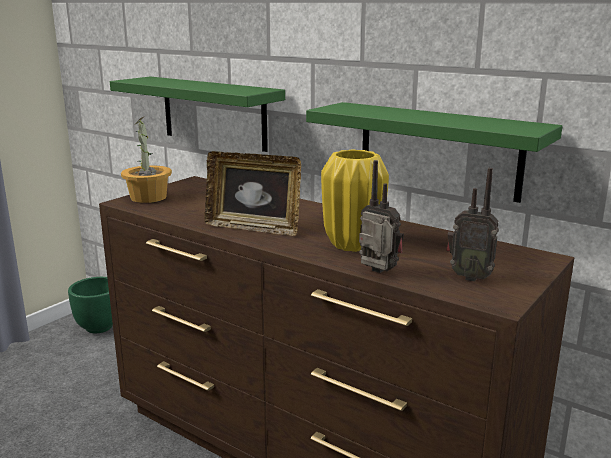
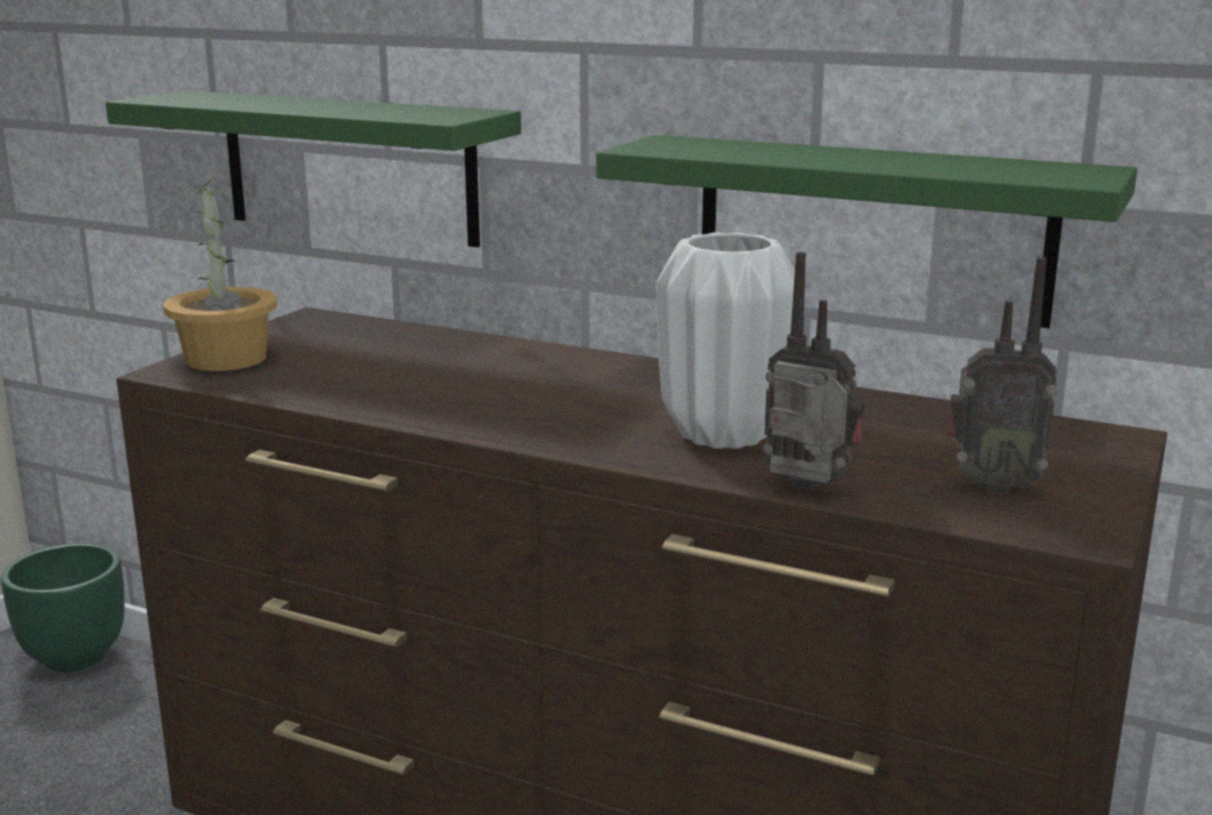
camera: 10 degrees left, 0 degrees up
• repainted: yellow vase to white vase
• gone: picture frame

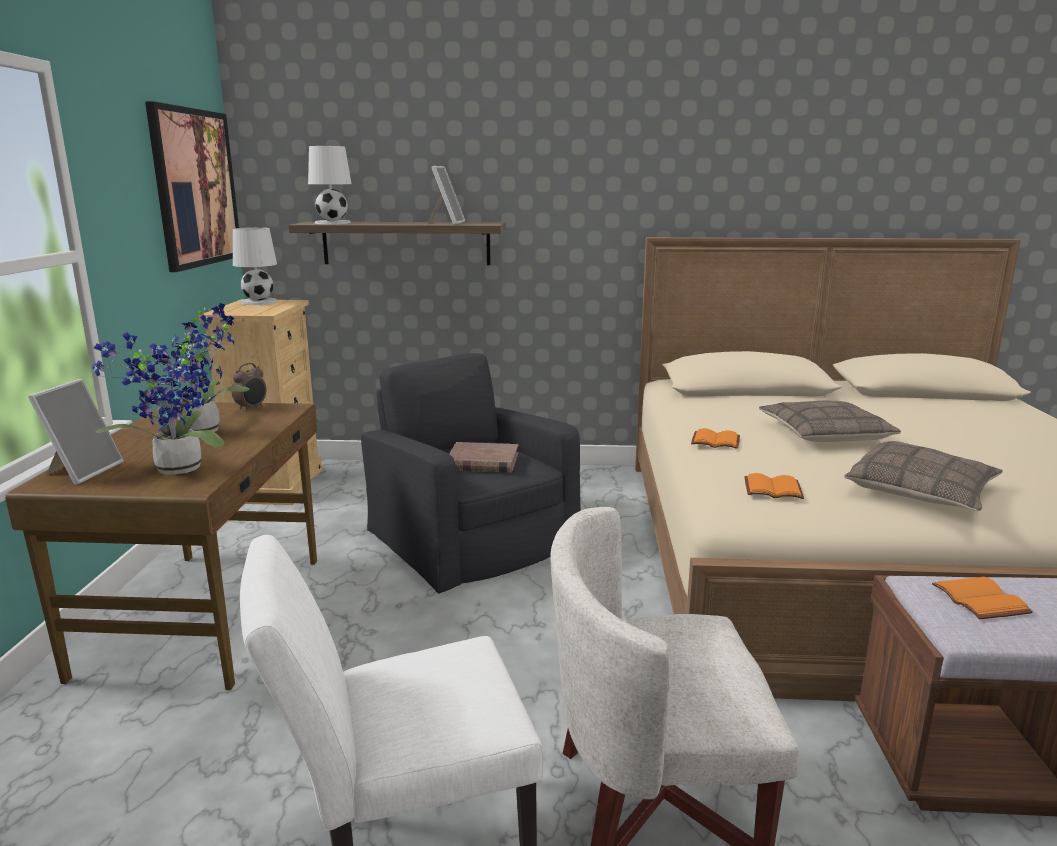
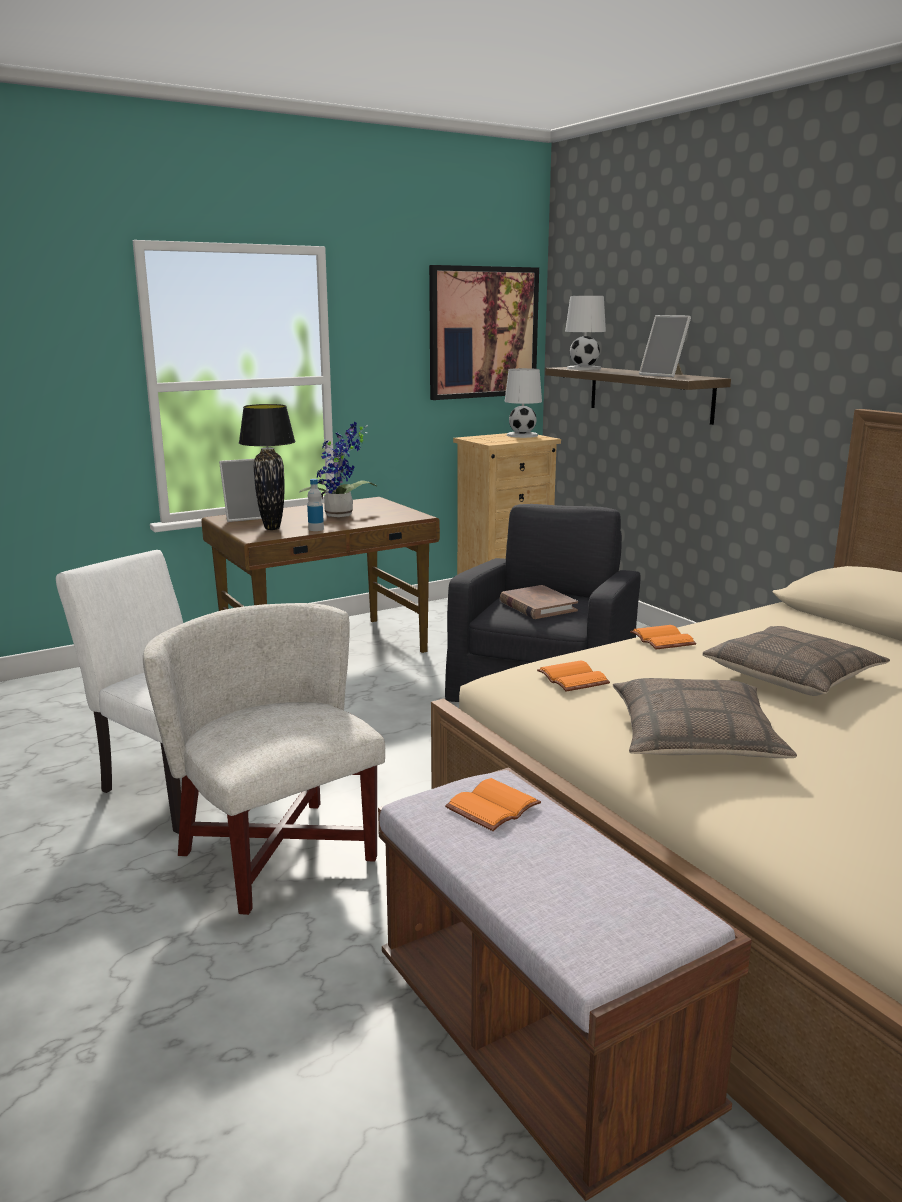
camera: 55 degrees right, 0 degrees up
• swapped: potted plant (no. 1 from left) to black table lamp
• new: bottle
• rotated: picture frame (no. 2 from left) 75 degrees clockwise
• gone: alarm clock

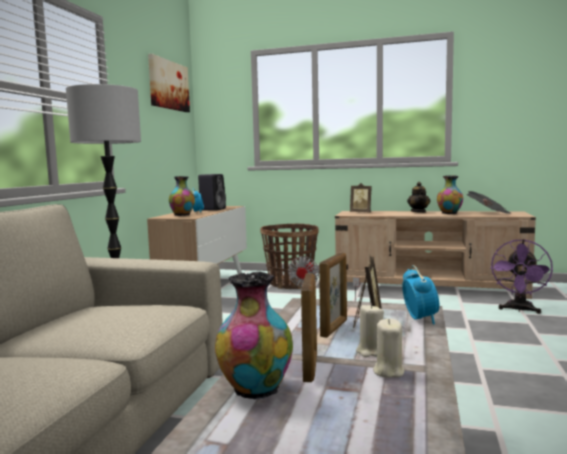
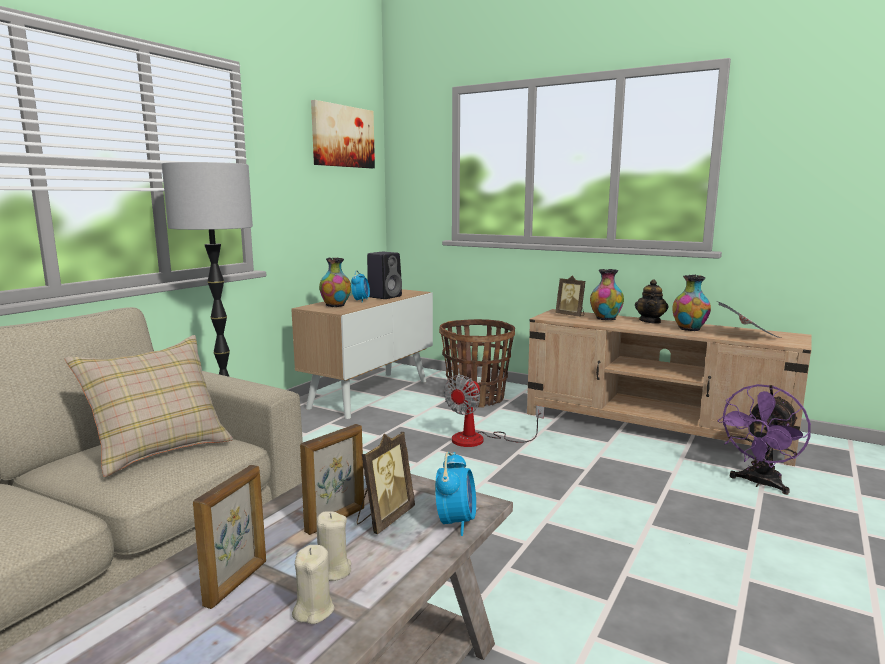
camera: 15 degrees right, 5 degrees up
• new: beige pillow
• shifted: vase (no. 2 from left)

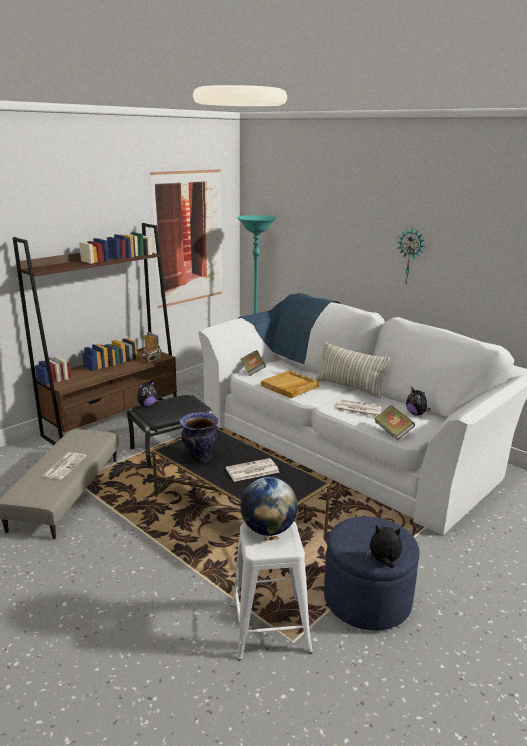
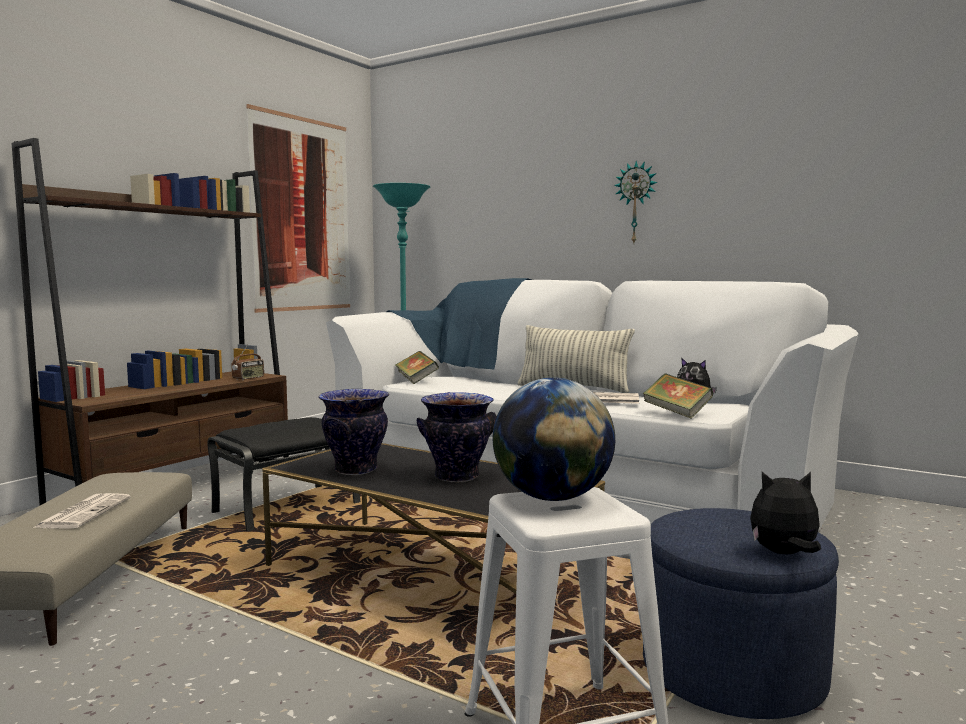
camera: 10 degrees left, 15 degrees down
• swapped: newspaper (no. 2 from left) to vase (no. 2 from left)
• gone: plush toy (no. 1 from left)
• gone: beige tray

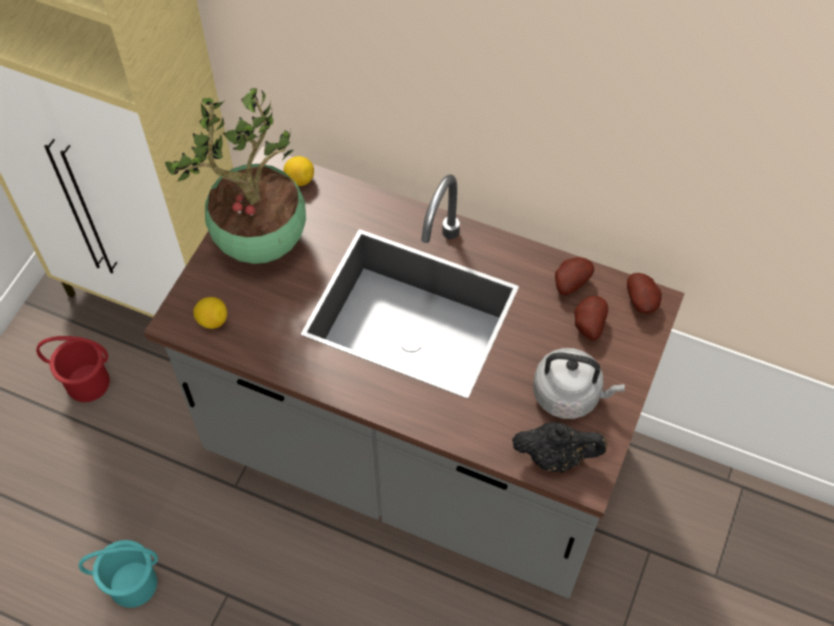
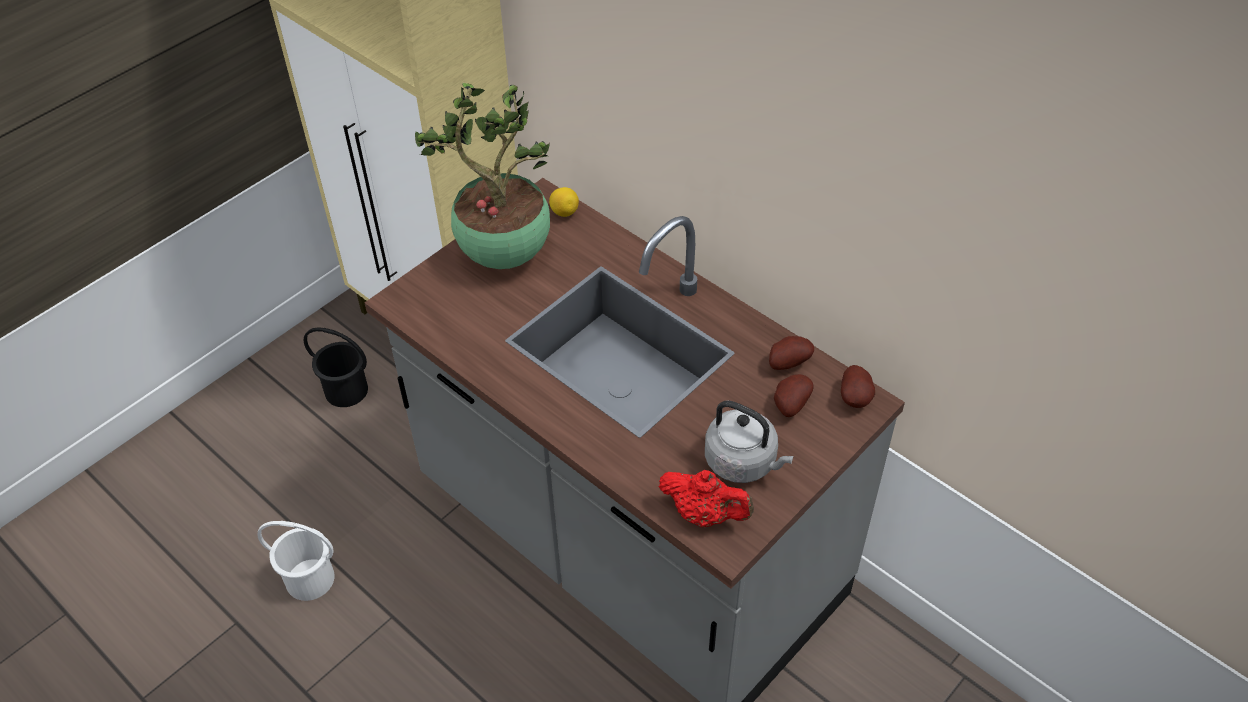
camera: 20 degrees right, 10 degrees down
• repainted: turquoise bucket to white bucket
• repainted: red bucket to black bucket
• repainted: black teapot to red teapot
• gone: lemon (no. 1 from left)

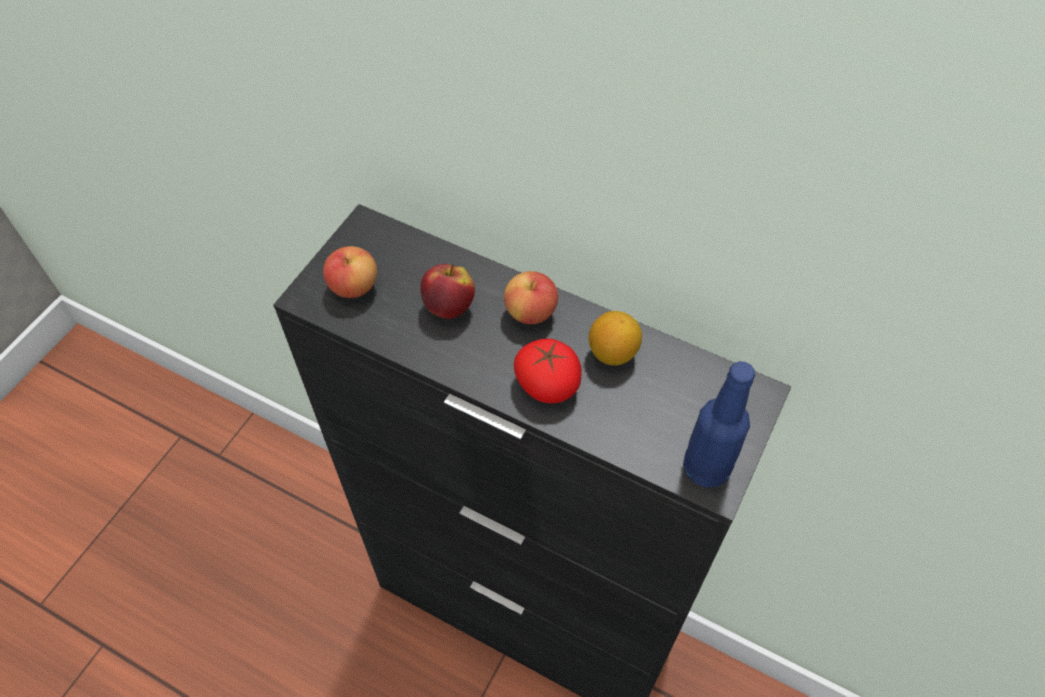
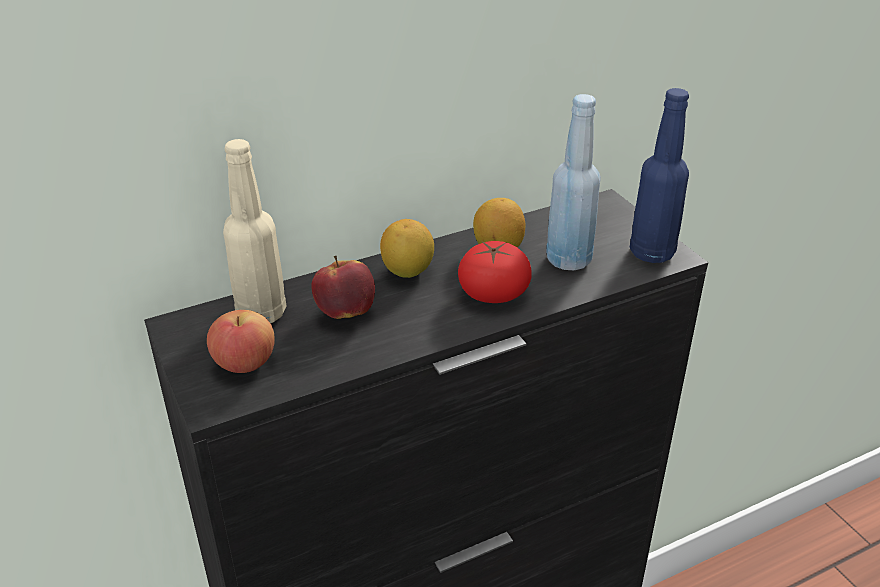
camera: 55 degrees left, 20 degrees down
• new: beige bottle
• swapped: apple (no. 3 from left) to lemon (no. 1 from left)
• new: blue bottle (no. 1 from left)

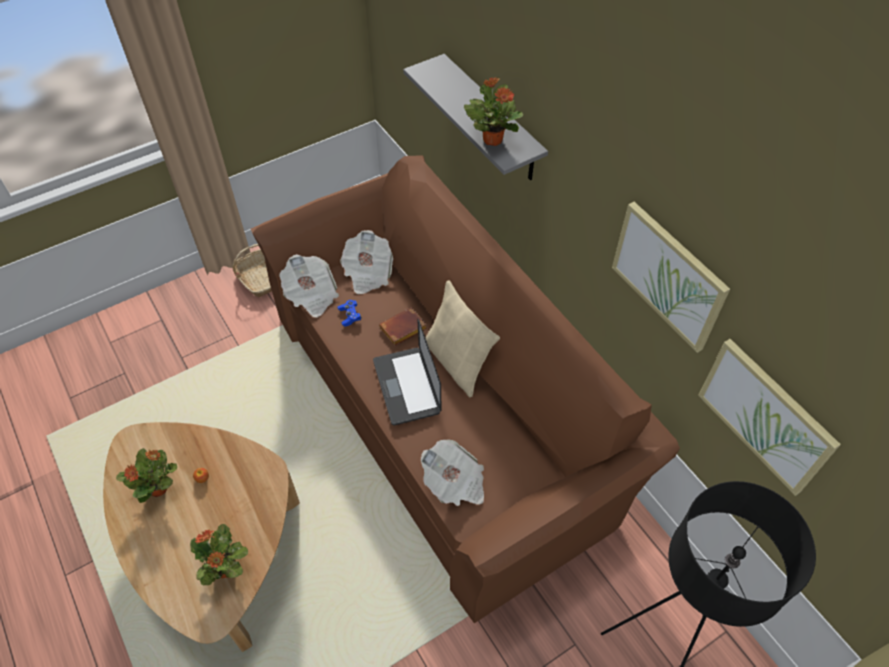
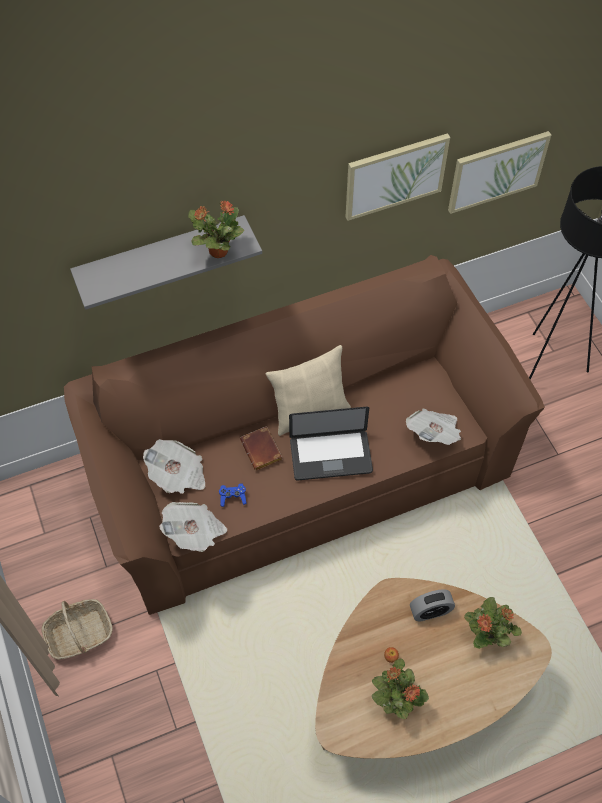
camera: 80 degrees left, 5 degrees up
• new: alarm clock

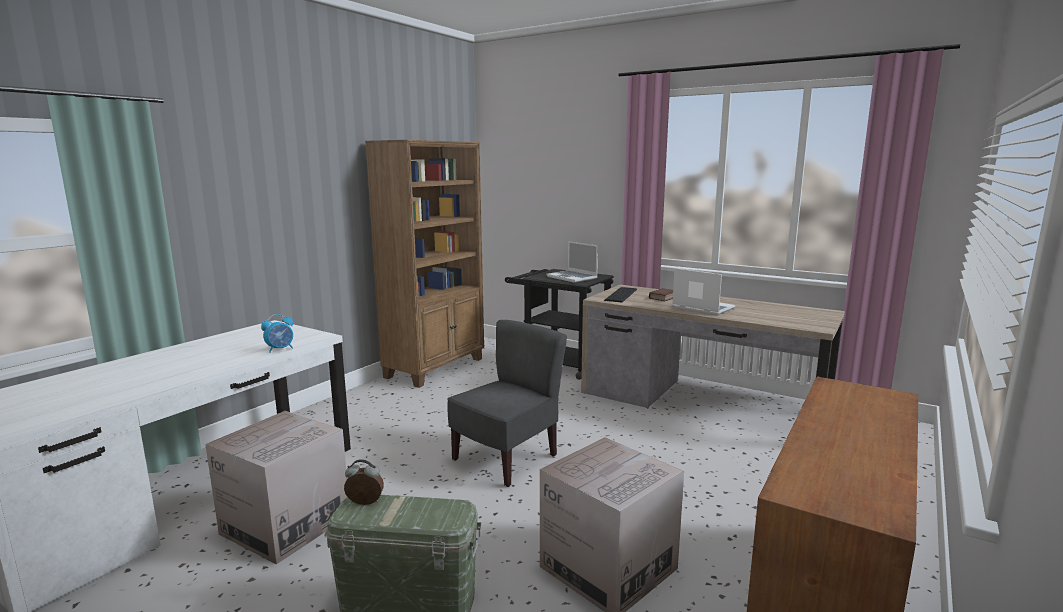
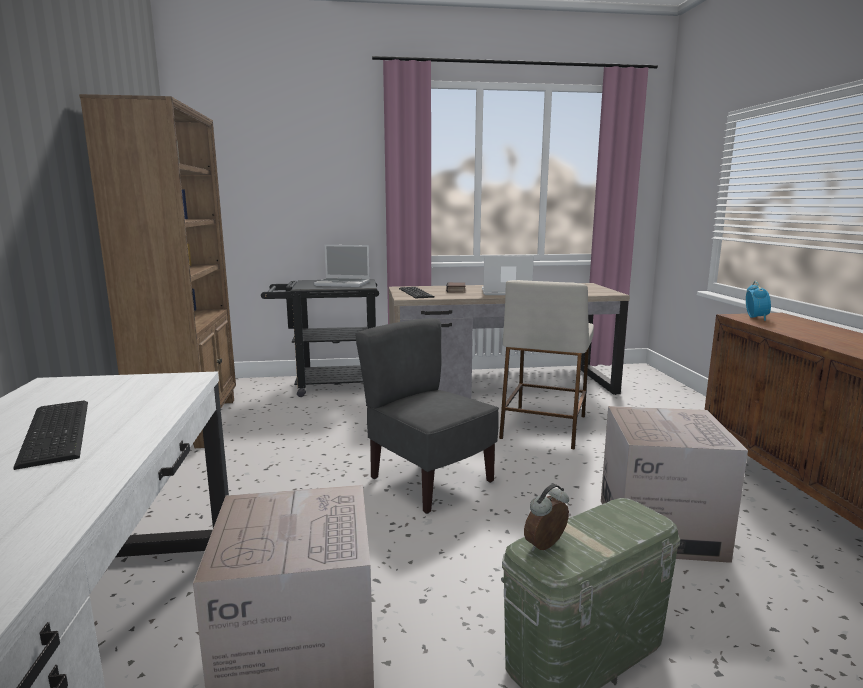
camera: 40 degrees left, 0 degrees up
• new: keyboard (no. 1 from left)
• rotated: grey chair 45 degrees counterclockwise
• new: beige stool
• shifted: alarm clock (no. 1 from left in the first image) to alarm clock (no. 2 from left)

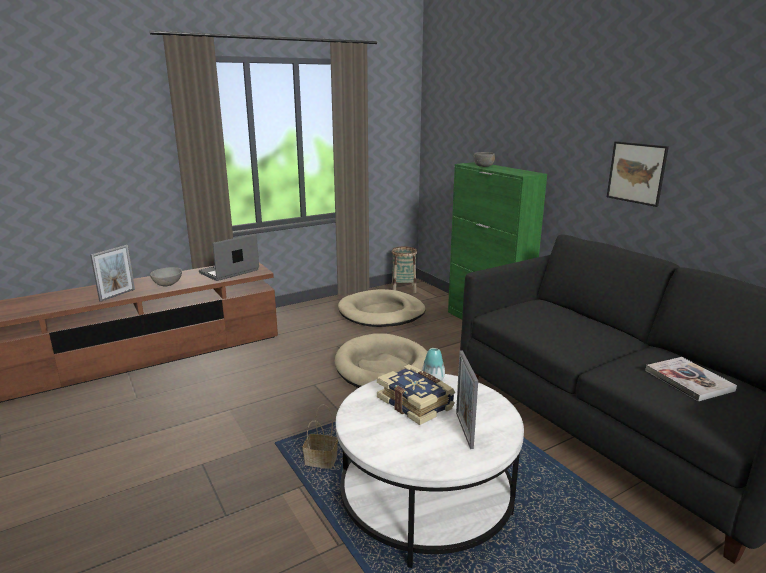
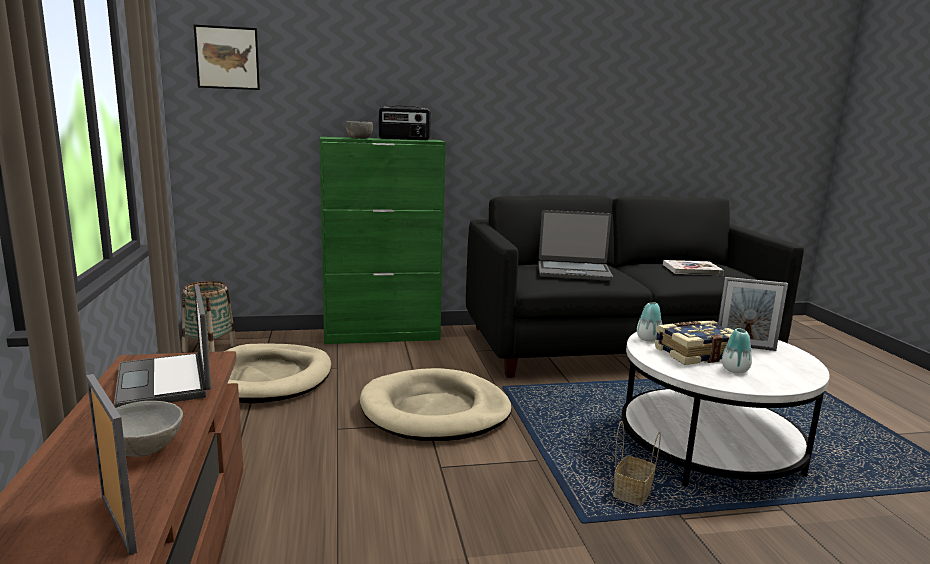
camera: 70 degrees left, 5 degrees down
• shifted: picture
• new: radio
• new: laptop (no. 2 from left)
• new: vase (no. 2 from left)

